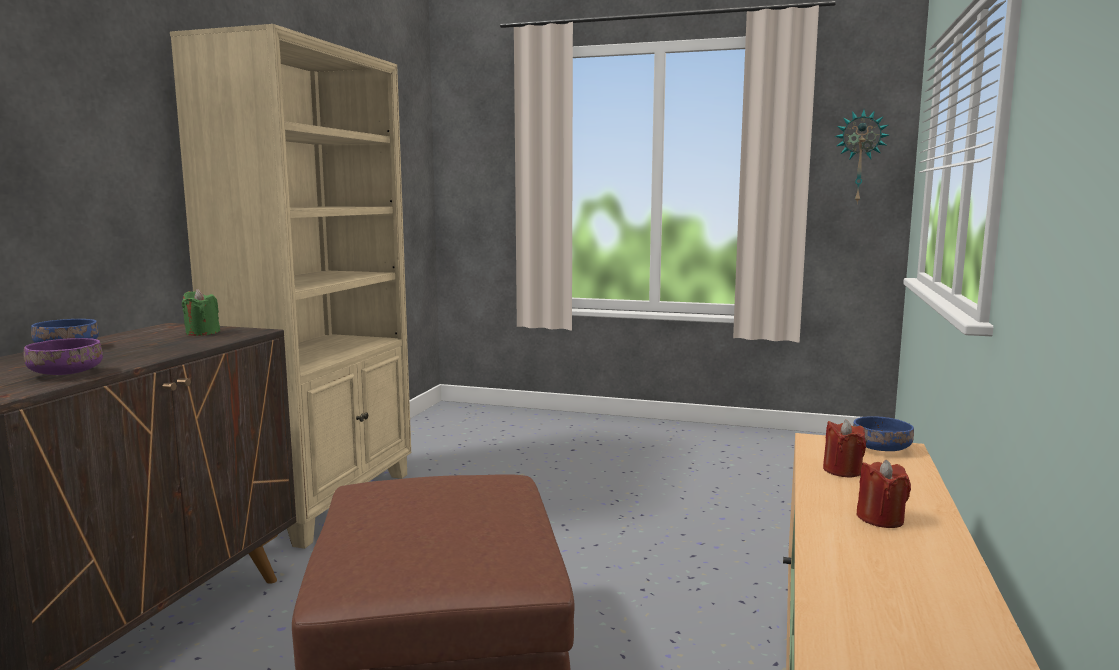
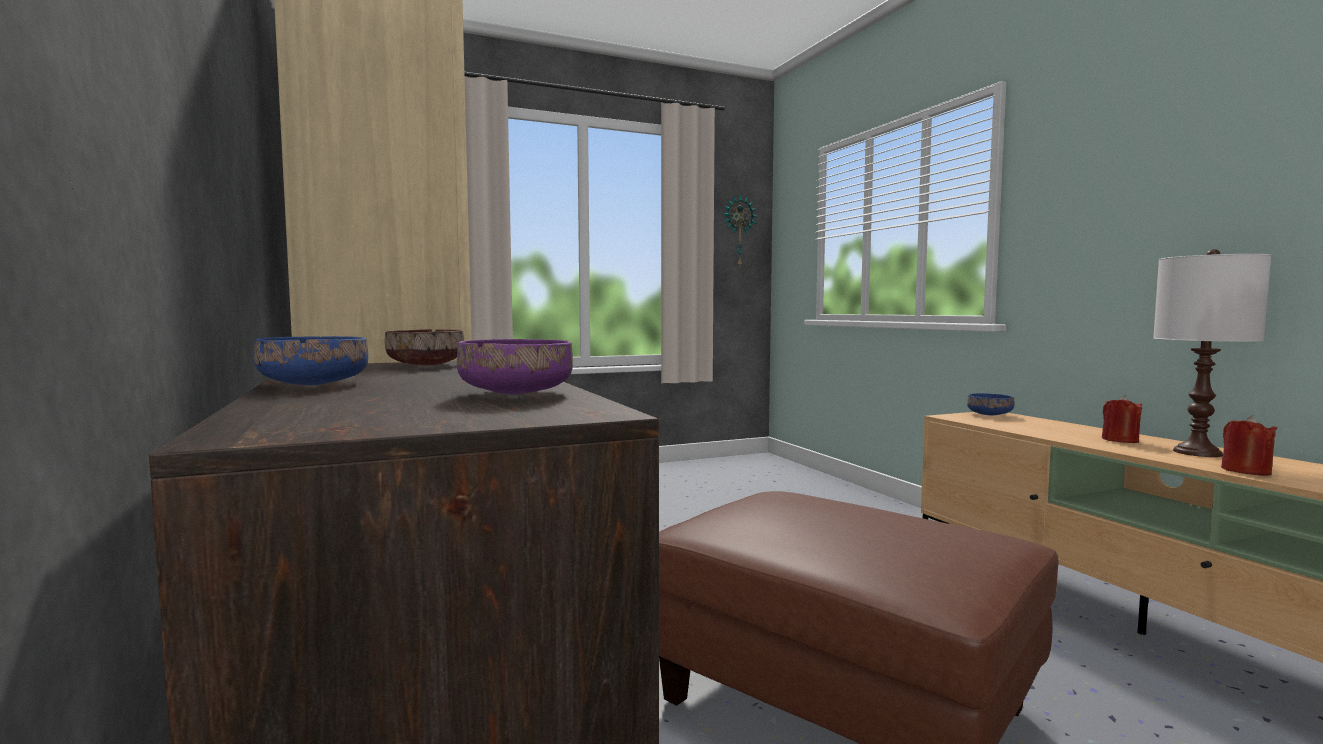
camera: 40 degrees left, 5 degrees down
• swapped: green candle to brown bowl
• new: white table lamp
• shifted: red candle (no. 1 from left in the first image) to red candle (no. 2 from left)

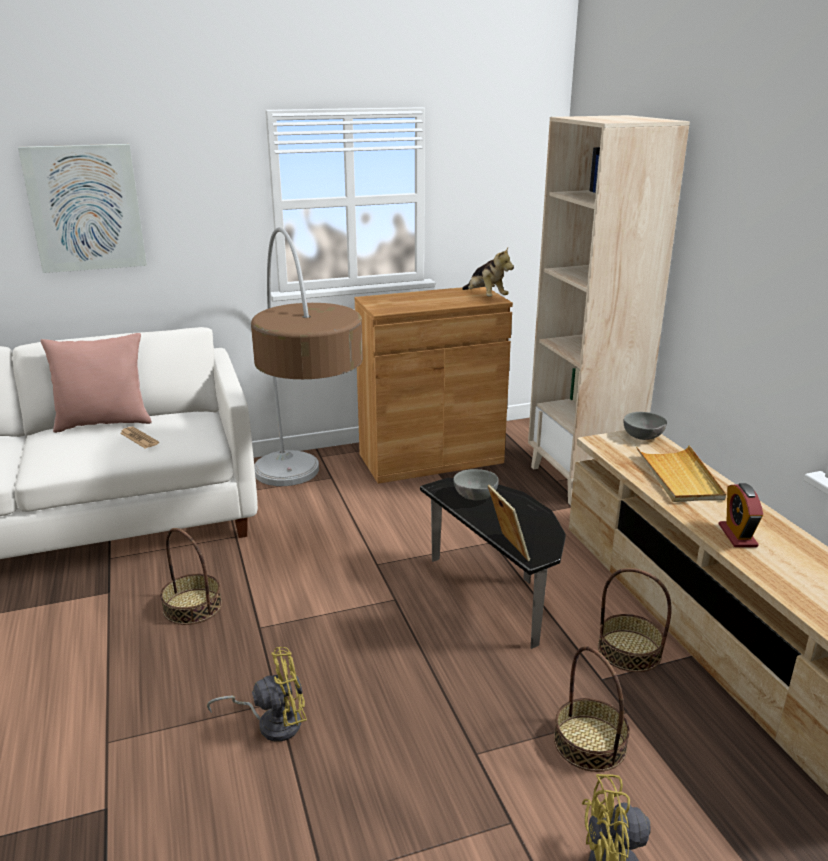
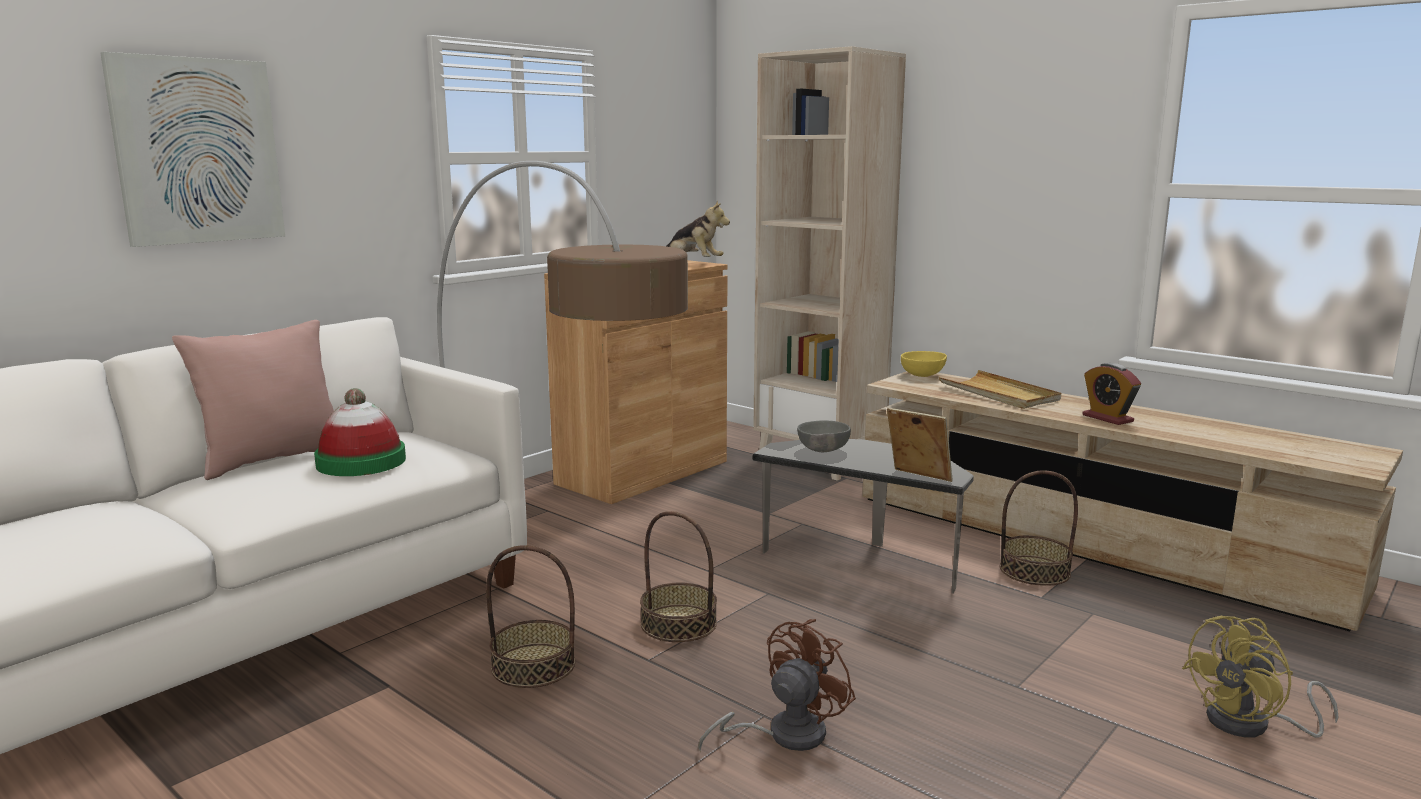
camera: 30 degrees left, 10 degrees down
• swapped: newspaper to hat
• shifted: basket (no. 2 from left)
• repainted: yellow fan (no. 1 from left) to brown fan
• repainted: grey bowl (no. 2 from left) to yellow bowl

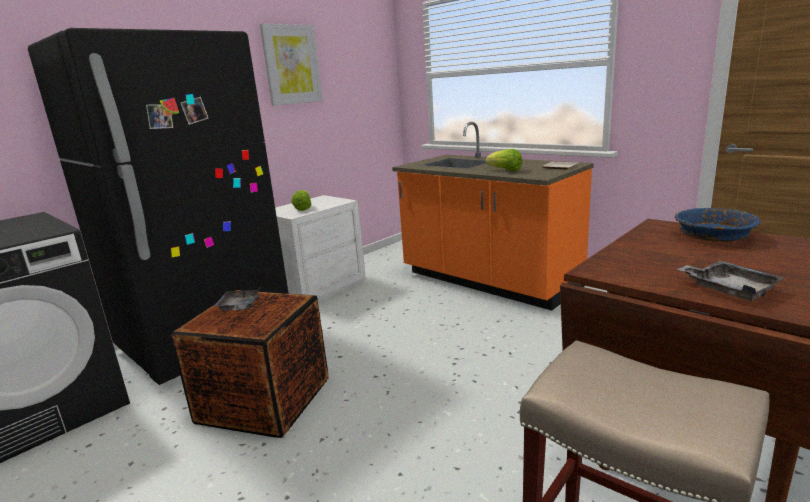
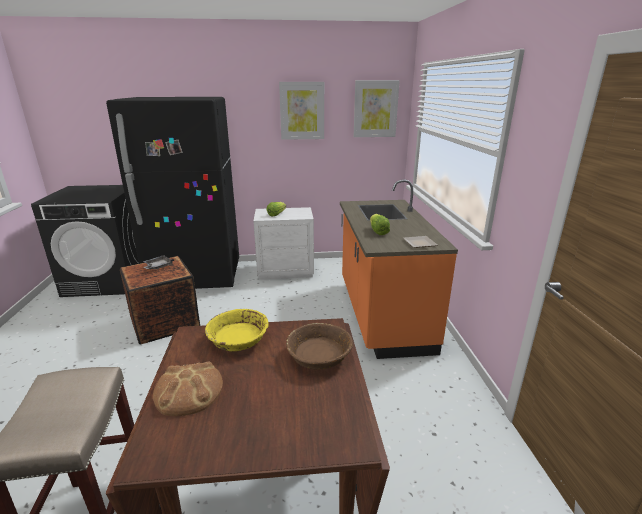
camera: 40 degrees right, 5 degrees up
• swapped: grey tray (no. 2 from left) to bread
• new: yellow bowl
• repainted: blue bowl to brown bowl
• new: picture (no. 2 from left)

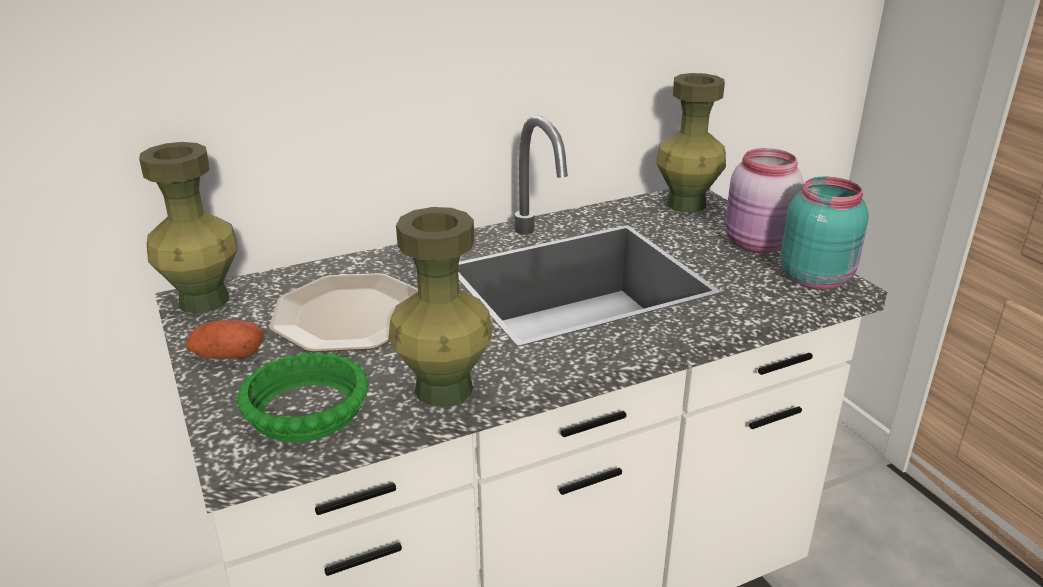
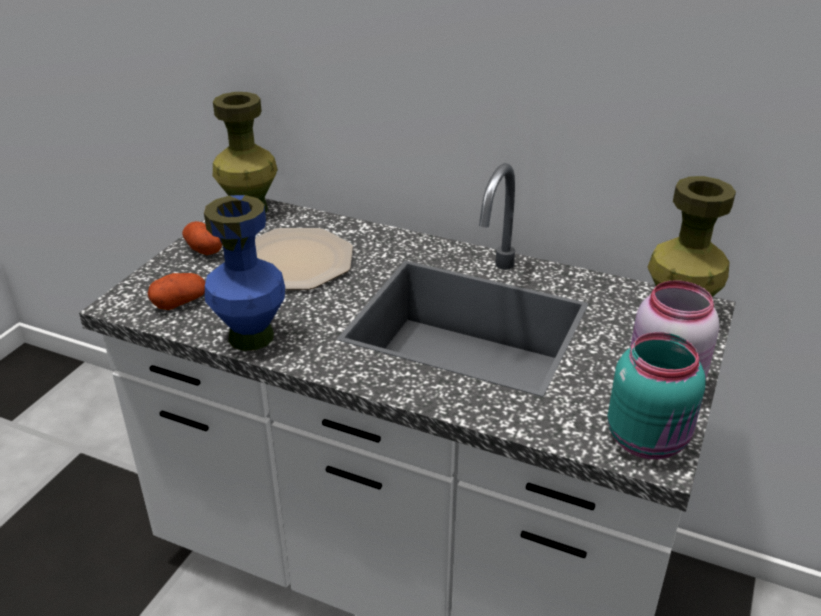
camera: 50 degrees right, 5 degrees up
• swapped: green bowl to potato (no. 1 from left)
• repainted: green vase (no. 2 from left) to blue vase

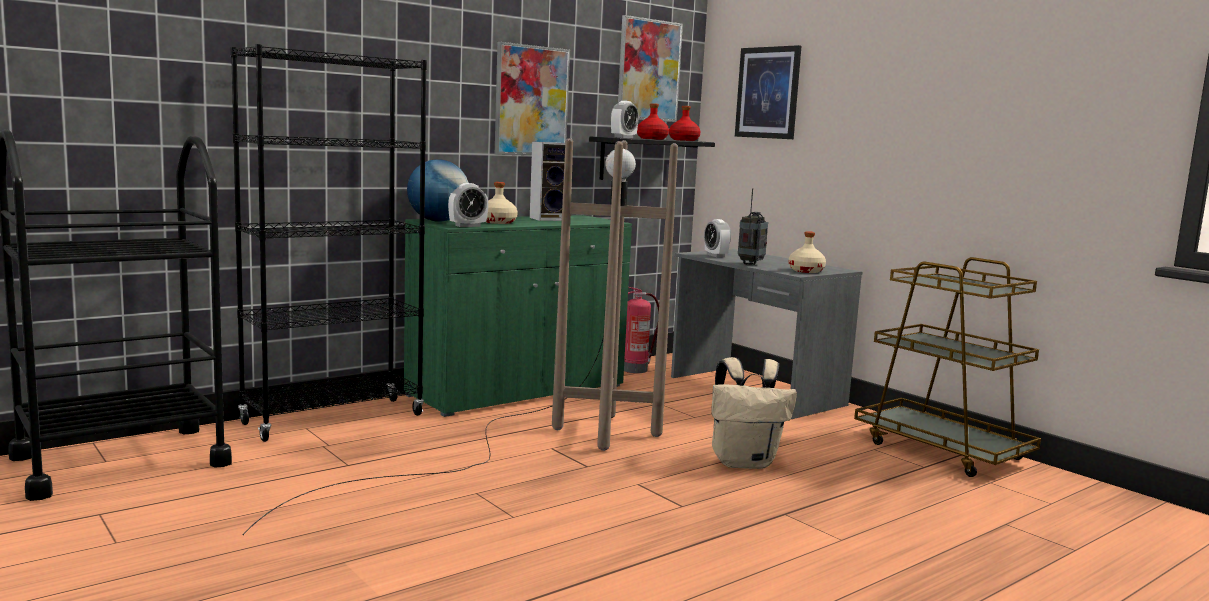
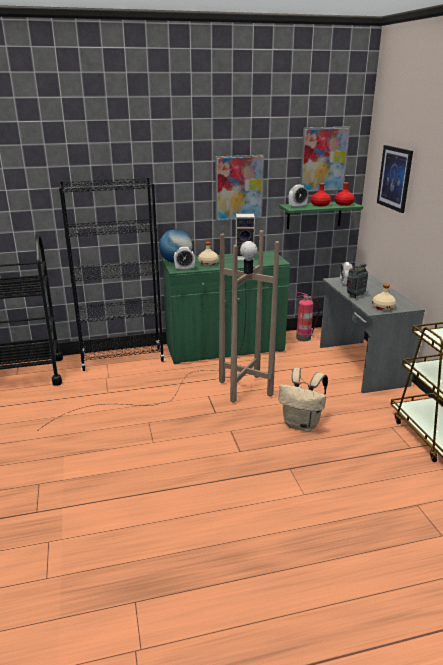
camera: 25 degrees right, 15 degrees up
• repainted: black shelf to green shelf

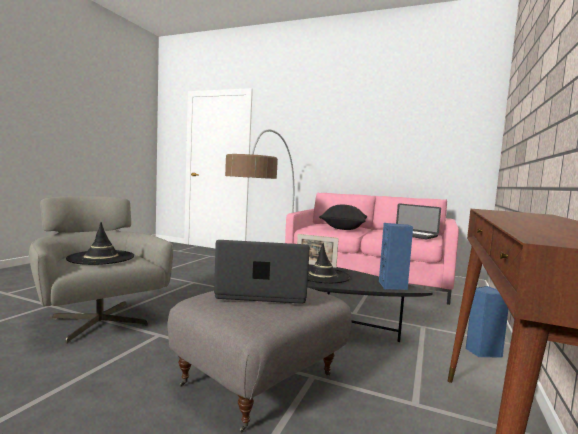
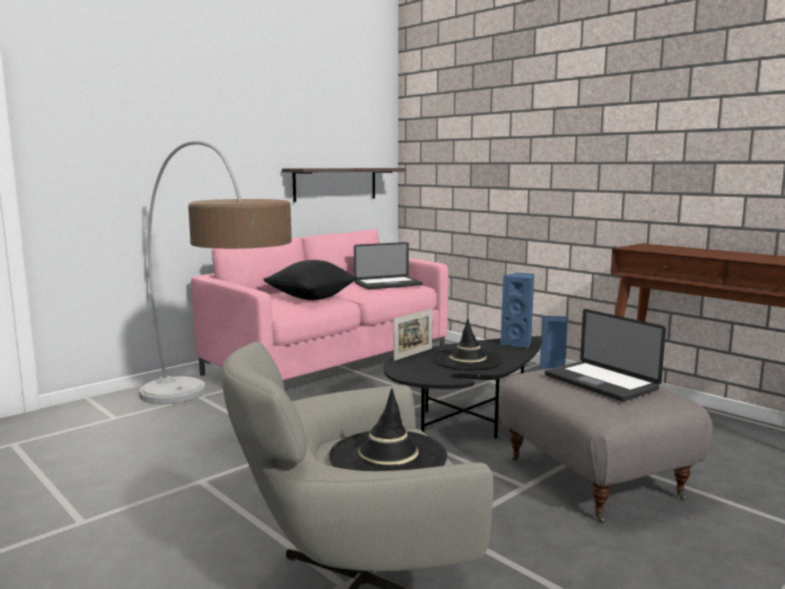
camera: 65 degrees left, 5 degrees up
• new: shelf
• rotated: laptop (no. 1 from left in the first image) 60 degrees counterclockwise

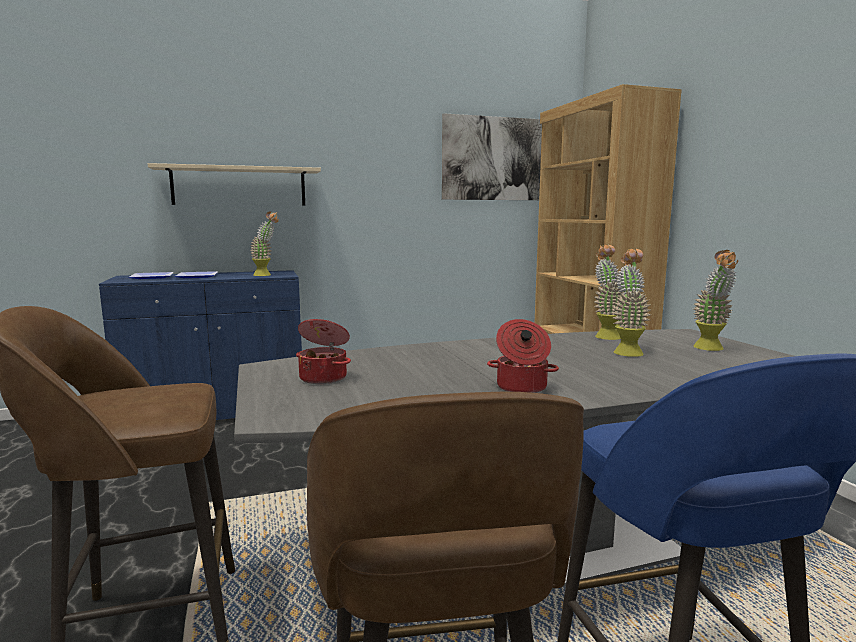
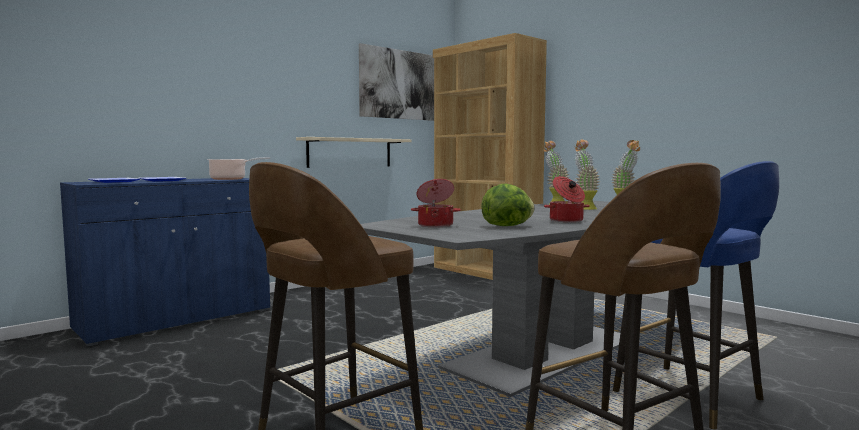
camera: 25 degrees left, 5 degrees down
• swapped: potted plant (no. 1 from left) to cooking pot (no. 1 from left)
• shifted: beige shelf
• new: lettuce

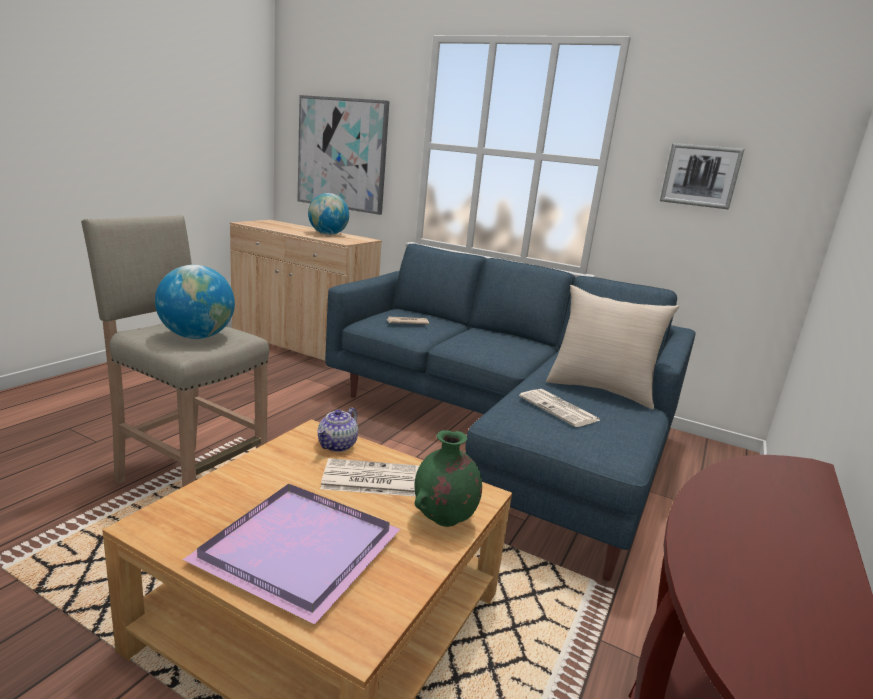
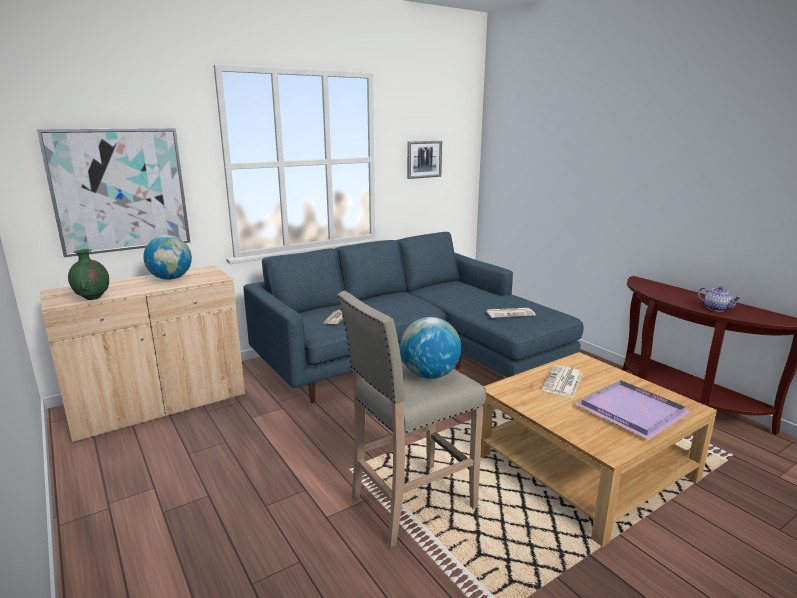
camera: 60 degrees left, 0 degrees up
• shifted: green vase
• shifted: teapot
• gone: beige pillow

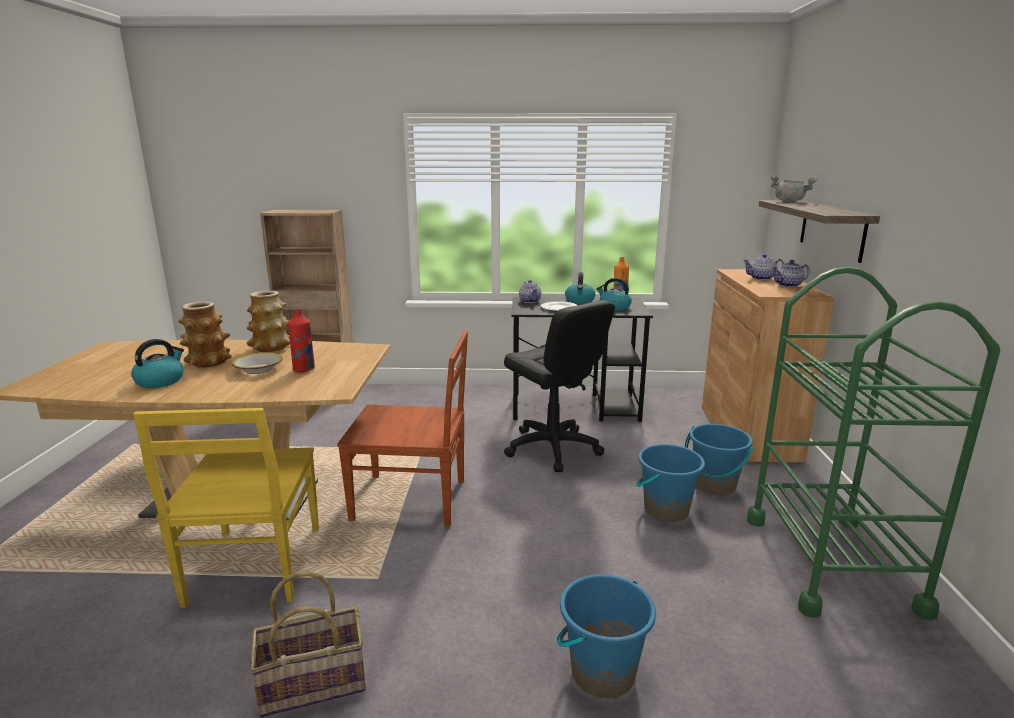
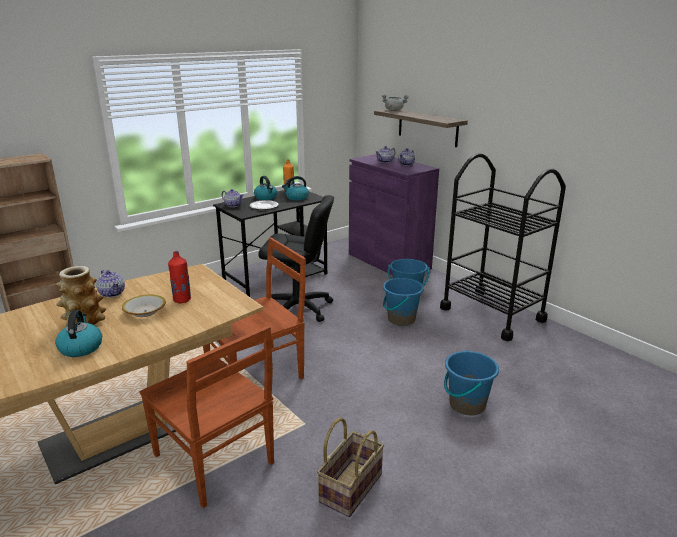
camera: 40 degrees left, 5 degrees up
• swapped: vase (no. 2 from left) to teapot (no. 1 from left)
• repainted: yellow chair to brown chair (no. 1 from left)
• repainted: brown cabinet to purple cabinet
• repainted: green cart to black cart

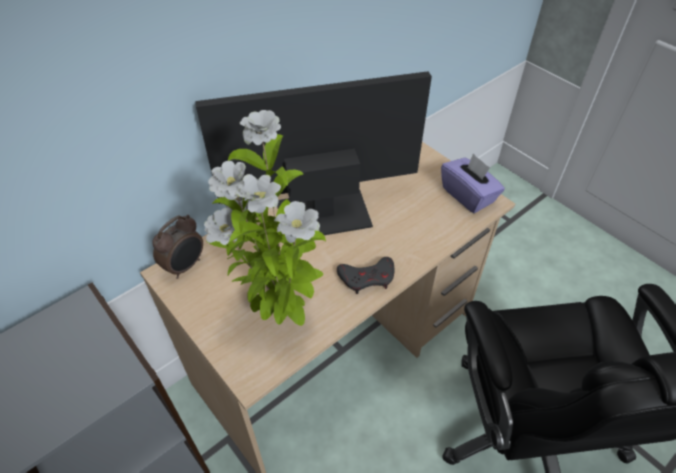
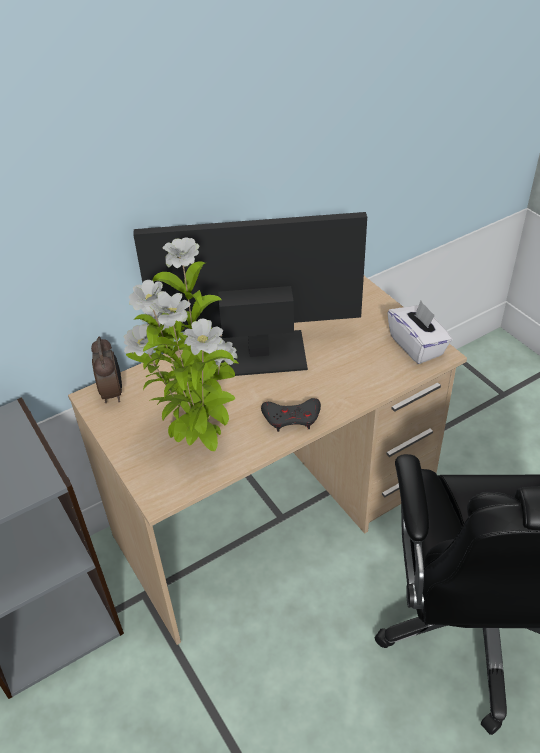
camera: 10 degrees right, 5 degrees down
• rotated: alarm clock 60 degrees counterclockwise
• repainted: purple tissue box to white tissue box

